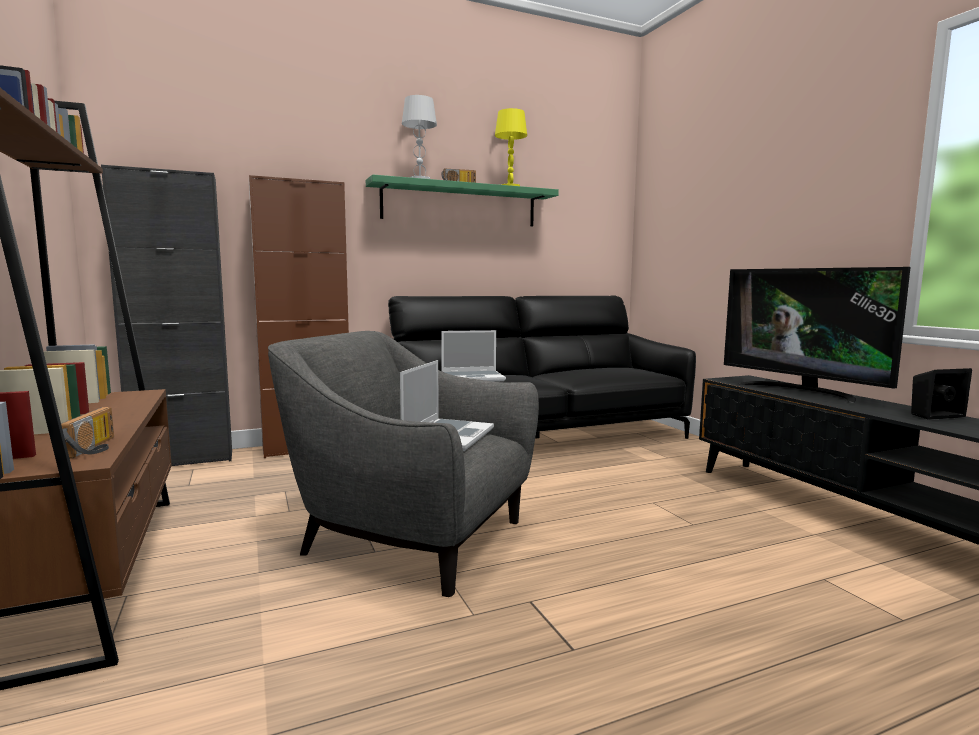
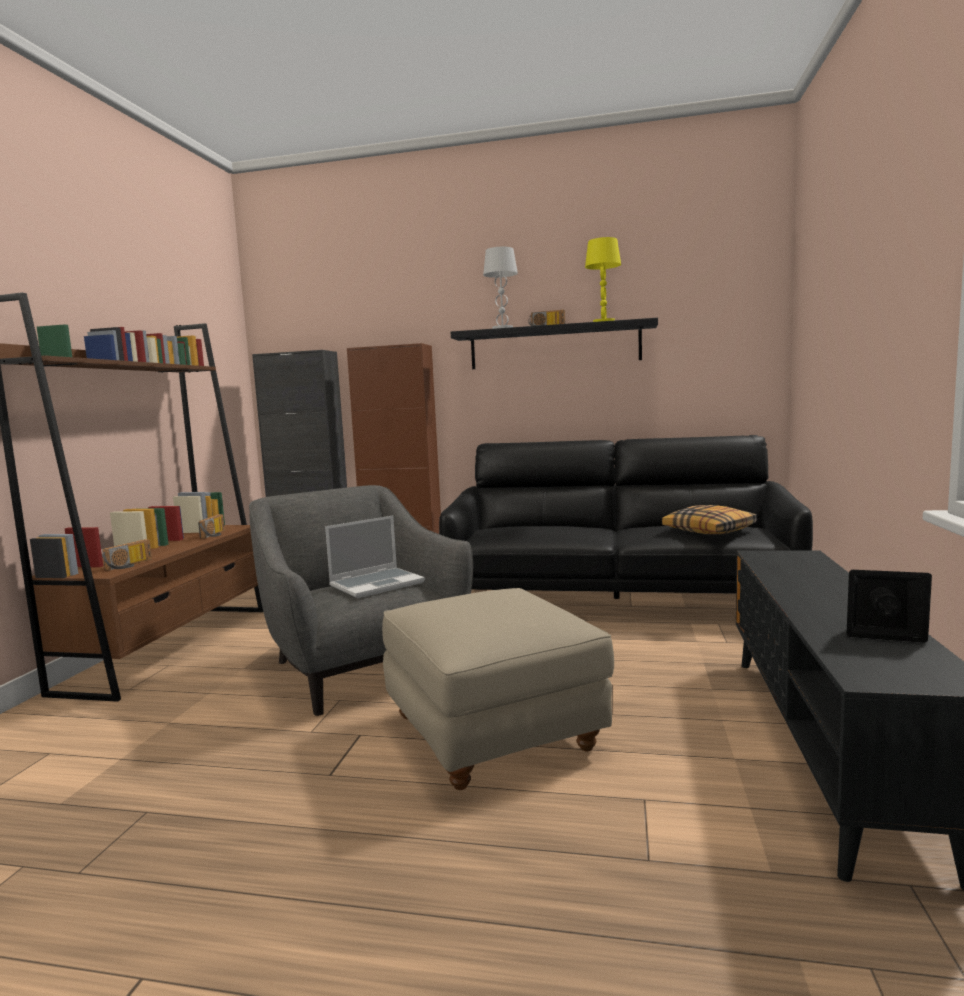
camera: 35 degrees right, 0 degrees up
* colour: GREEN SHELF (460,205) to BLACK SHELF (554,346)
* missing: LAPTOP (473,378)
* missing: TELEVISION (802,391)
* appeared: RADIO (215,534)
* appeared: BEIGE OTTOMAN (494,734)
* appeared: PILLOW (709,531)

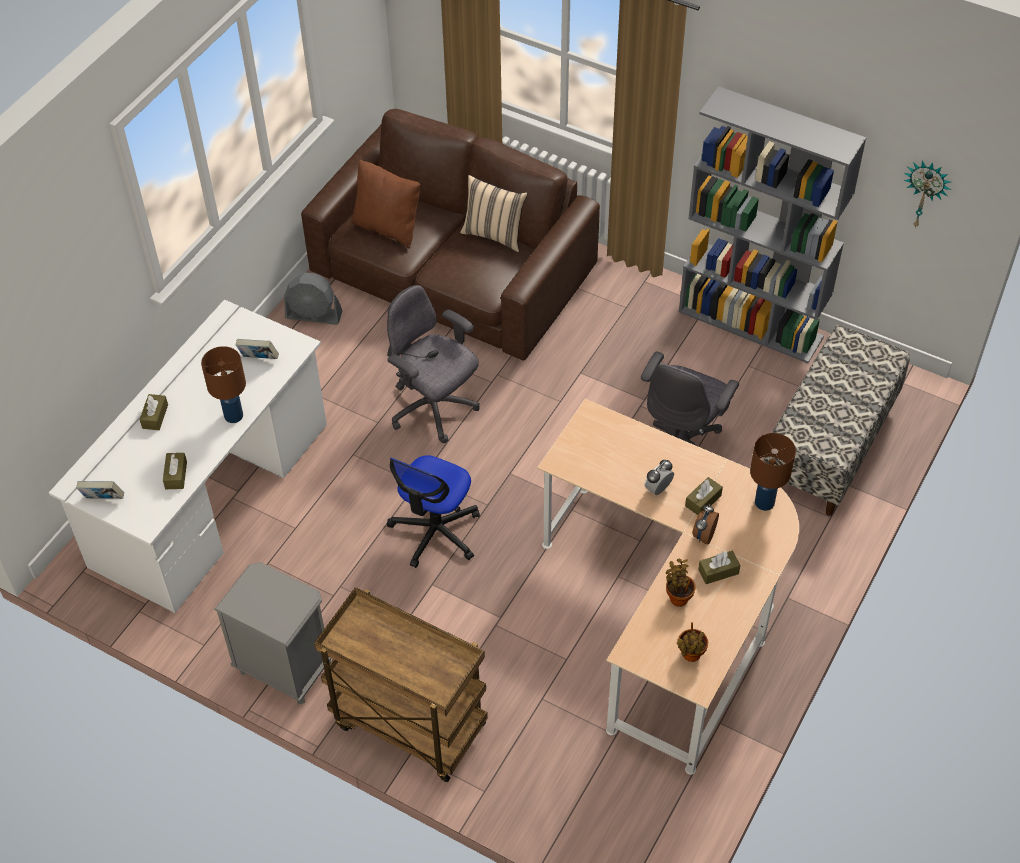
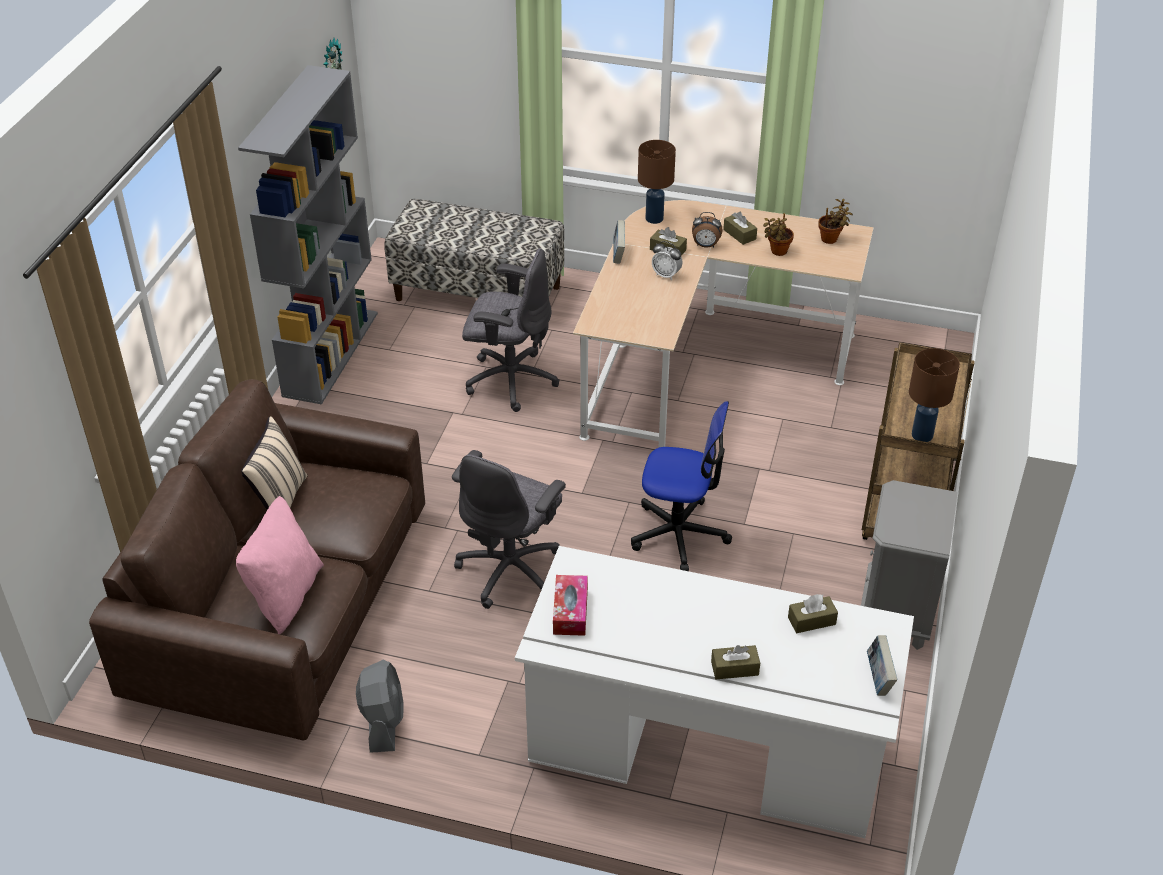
camera: 105 degrees left, 10 degrees down
* relocated: BROWN TABLE LAMP (234,415) to (921,435)
* relocated: BOOK (259,359) to (618,254)
* colour: BROWN PILLOW (388,227) to PINK PILLOW (285,595)
* appeared: TISSUE BOX (570,611)

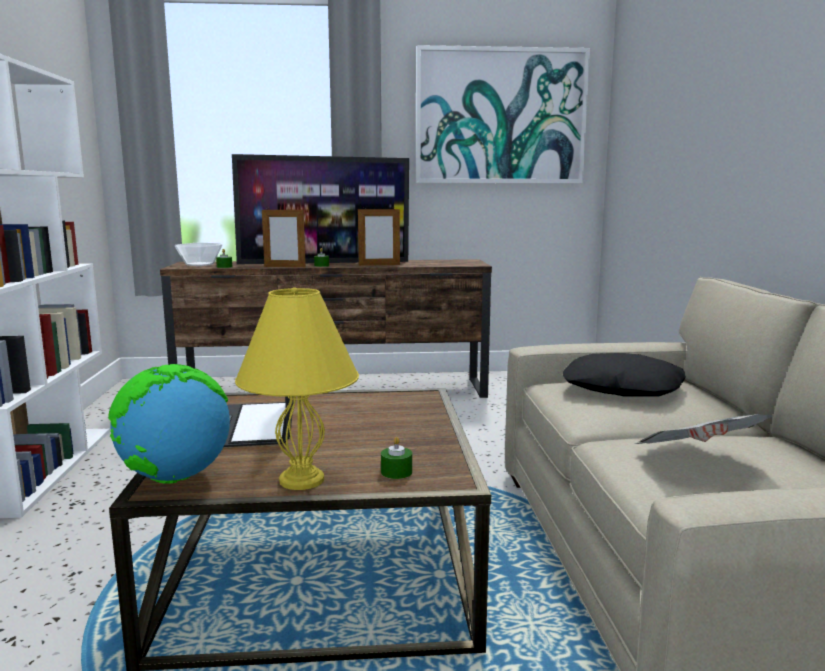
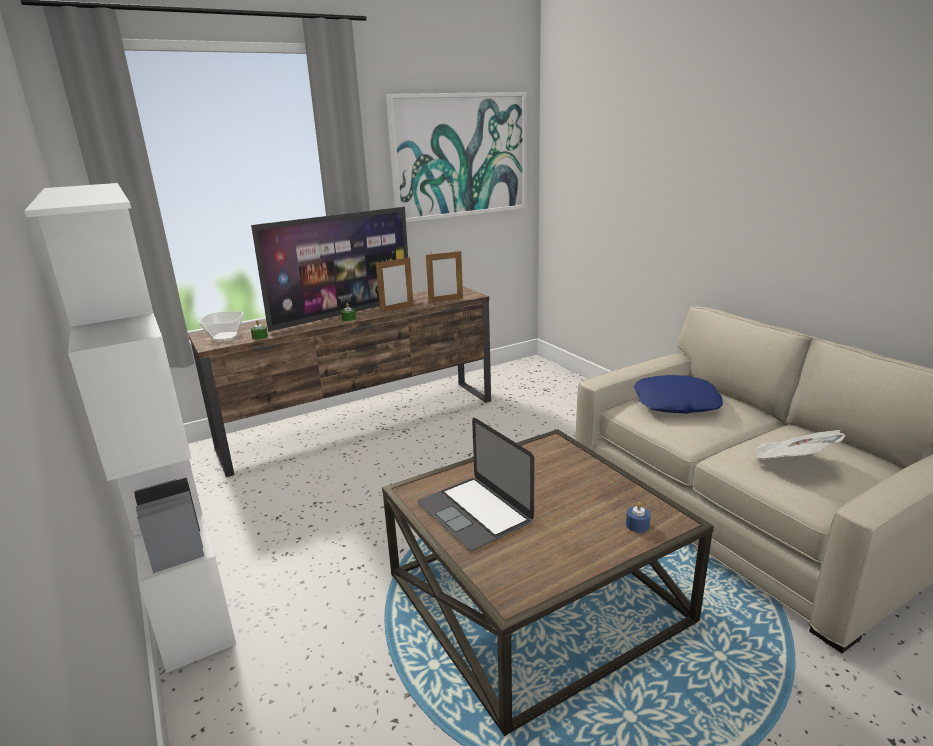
camera: 25 degrees left, 10 degrees up
* missing: GLOBE (174,478)
* missing: YELLOW TABLE LAMP (300,480)
* relocated: PICTURE FRAME (285,267) to (446,300)
* colour: GREEN CANDLE (396,472) to BLUE CANDLE (637,525)
* colour: BLACK PILLOW (622,388) to BLUE PILLOW (676,403)

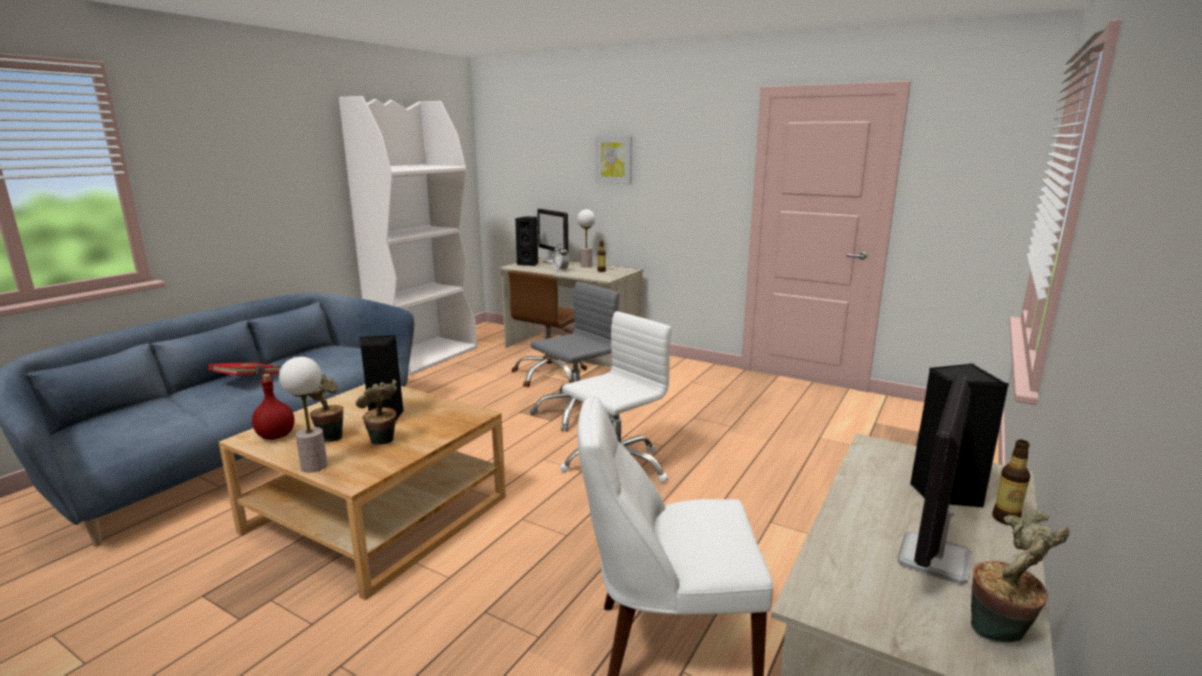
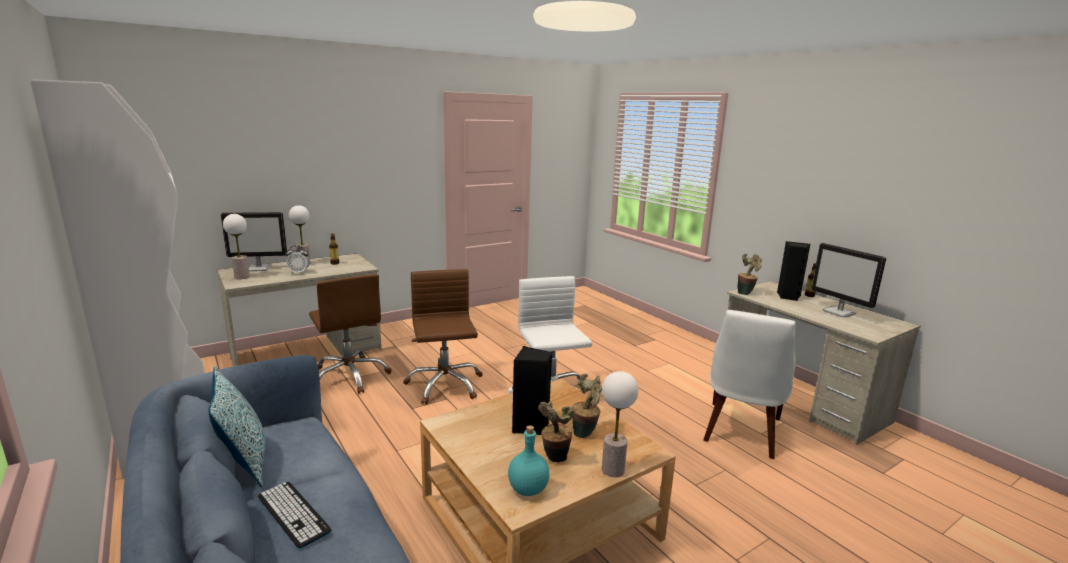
camera: 65 degrees left, 0 degrees up
* exchanged: RED BOOK (248,379) to KEYBOARD (293,514)
* colour: RED BOTTLE (277,436) to TURQUOISE BOTTLE (528,489)
* exchanged: BLACK SPEAKER (529,264) to TABLE LAMP (242,277)
* colour: GREY OFFICE CHAIR (576,412) to BROWN OFFICE CHAIR (444,385)
* missing: PICTURE (614,159)
* relocated: POTTED PLANT (1001,634) to (746,293)
* appeared: PILLOW (244,462)

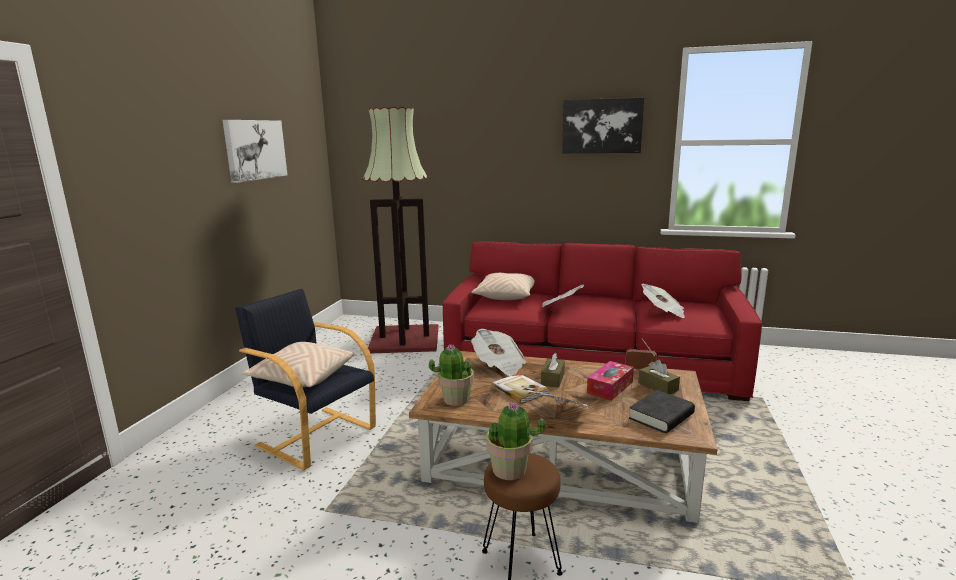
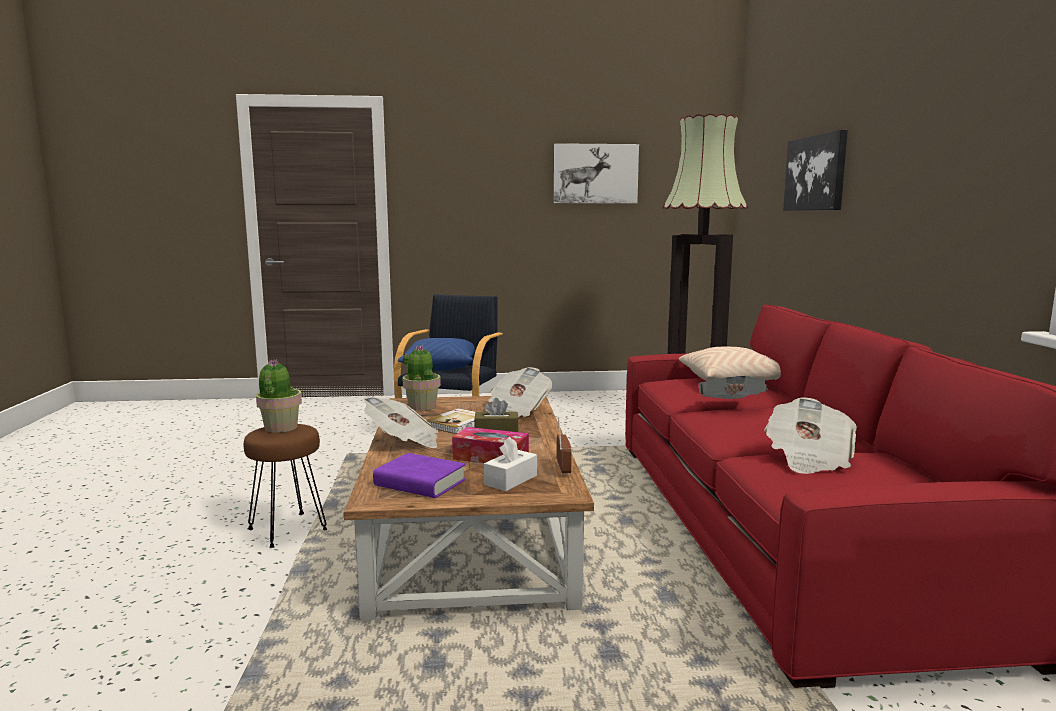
camera: 70 degrees right, 5 degrees down
* colour: BEIGE PILLOW (302,378) to BLUE PILLOW (440,366)
* relocated: PICTURE (602,126) to (815,173)
* colour: BLACK BOOK (661,416) to PURPLE BOOK (420,483)
* colour: BROWN TISSUE BOX (658,387) to WHITE TISSUE BOX (511,480)

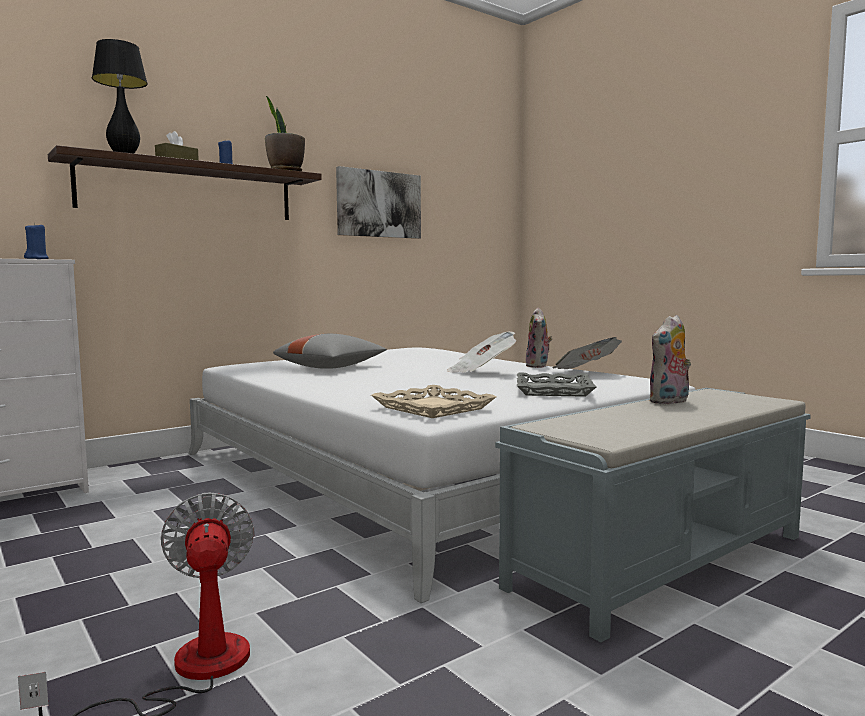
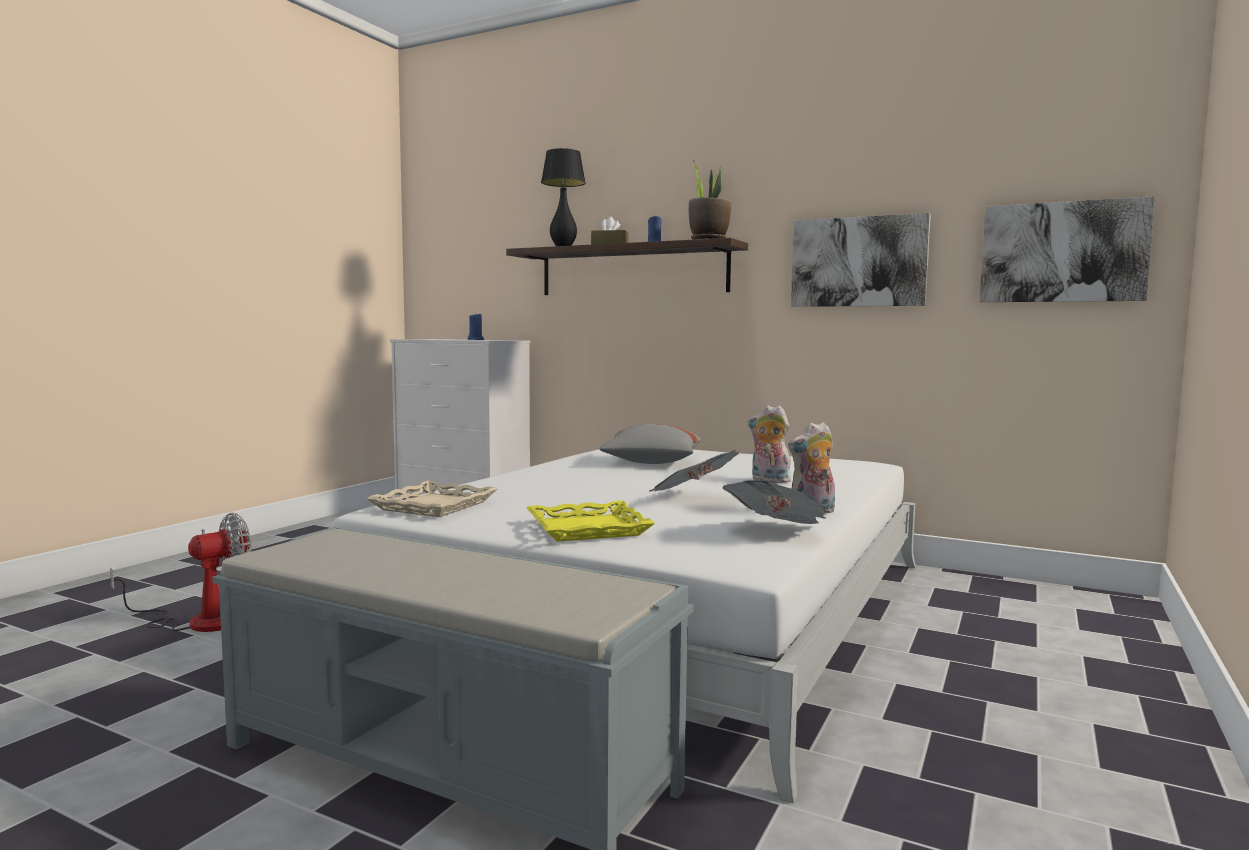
camera: 65 degrees right, 0 degrees up
* colour: GREY TRAY (553,390) to YELLOW TRAY (588,528)
* relocated: PLUSH TOY (669,402) to (768,480)
* appeared: PICTURE (1062,252)

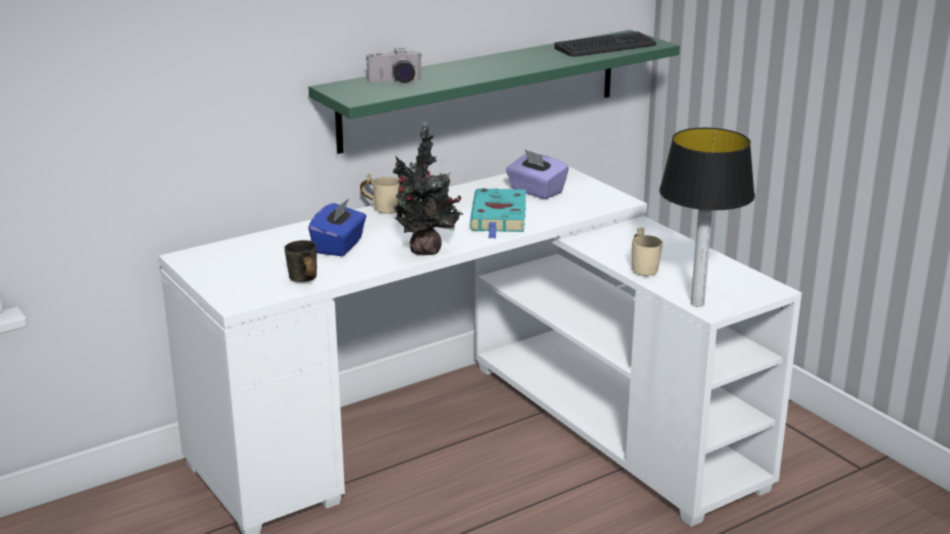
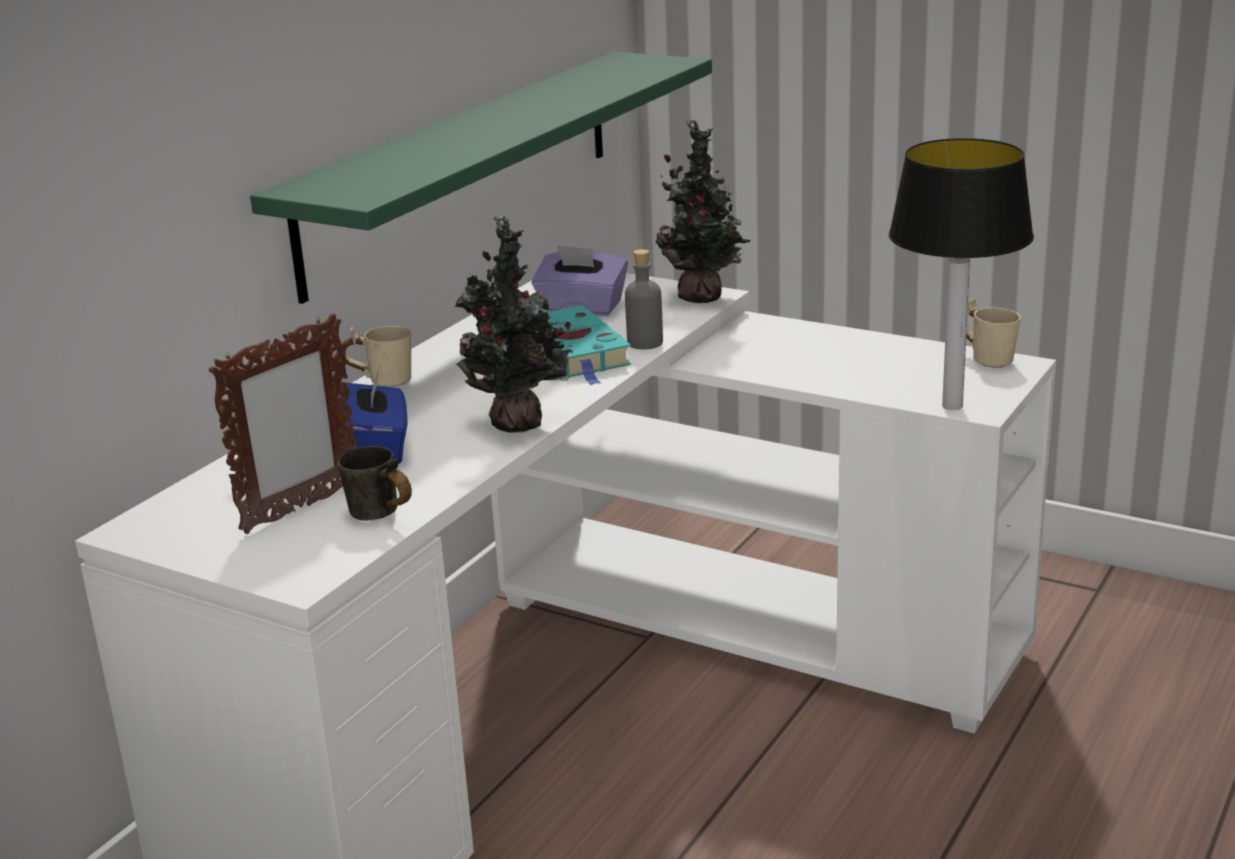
camera: 25 degrees left, 0 degrees up
* missing: PHOTO CAMERA (395,82)
* missing: KEYBOARD (606,46)
* relocated: BEIGE MUG (645,269) to (989,358)
* appeared: PICTURE FRAME (300,509)
* appeared: GREY BOTTLE (645,343)
* appeared: POTTED PLANT (704,298)

